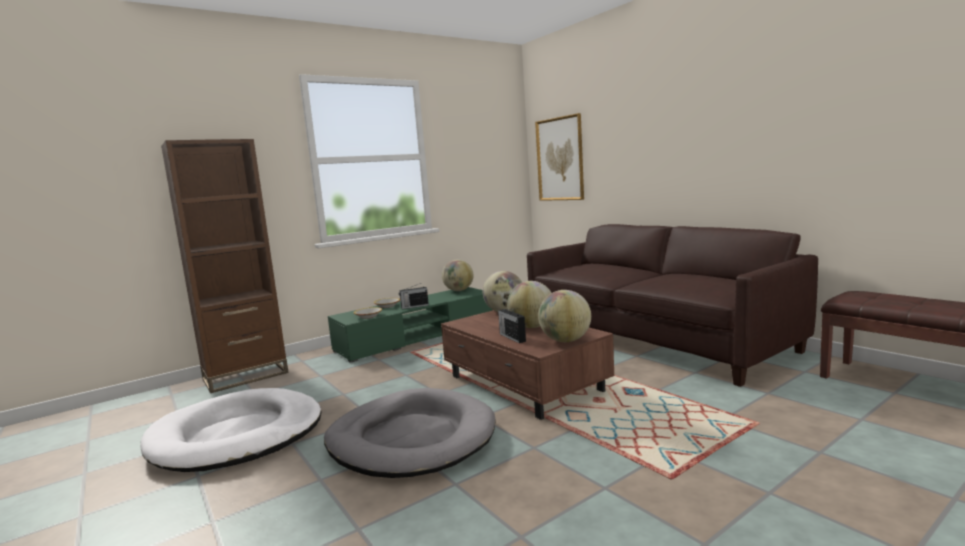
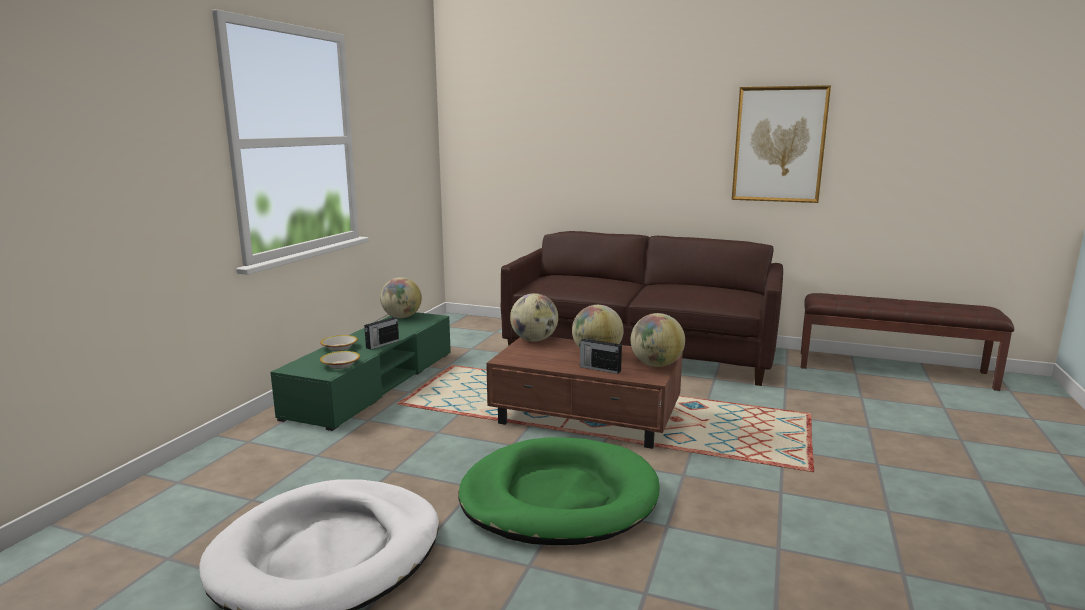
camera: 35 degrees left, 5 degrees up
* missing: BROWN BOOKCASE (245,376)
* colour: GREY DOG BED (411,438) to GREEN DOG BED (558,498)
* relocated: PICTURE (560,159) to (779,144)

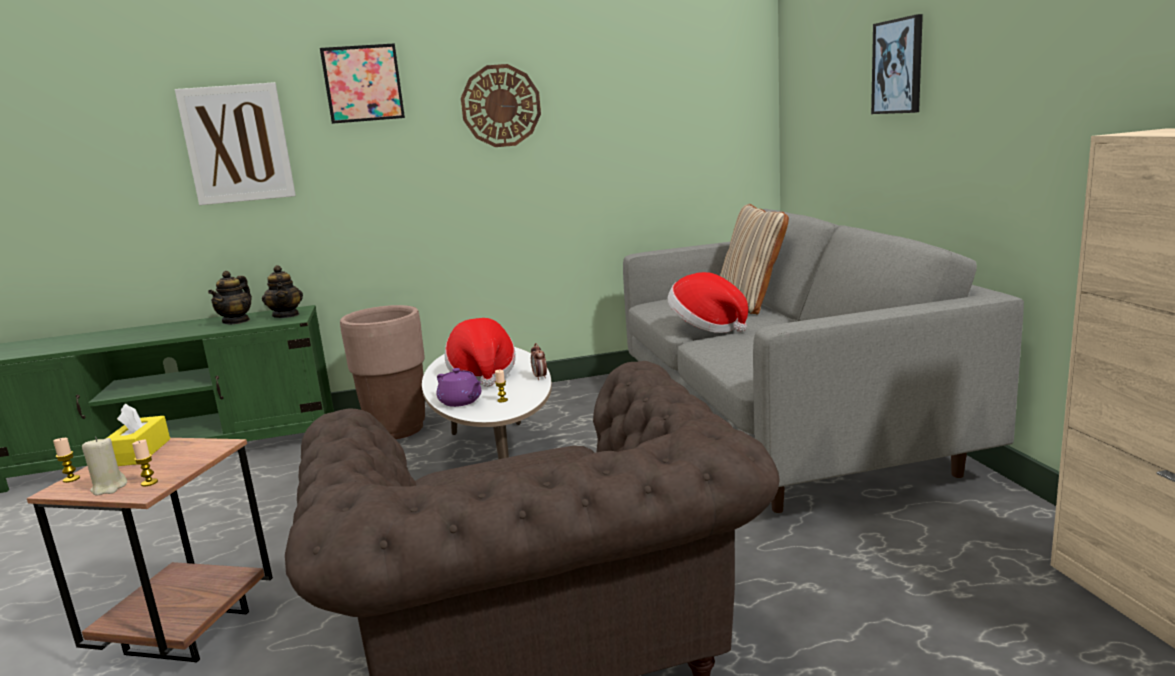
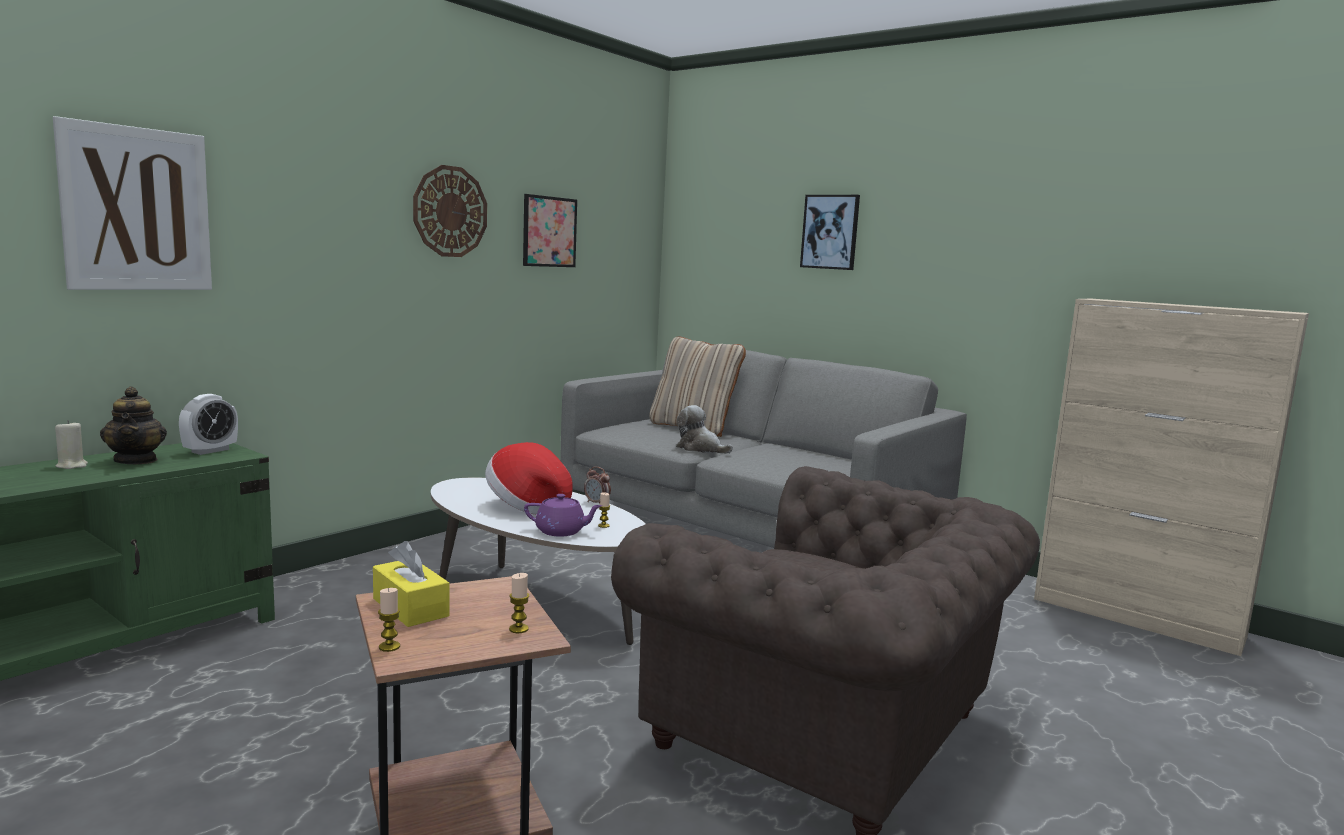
camera: 40 degrees left, 5 degrees down
* relocated: BEIGE CANDLE (109,488) to (72,466)
* exchanged: TEAPOT (286,315) to ALARM CLOCK (210,451)
* relocated: PICTURE (363,83) to (549,231)
* missing: BROWN PLANTER (397,430)
* exchanged: HAT (706,327) to PLUSH TOY (700,448)

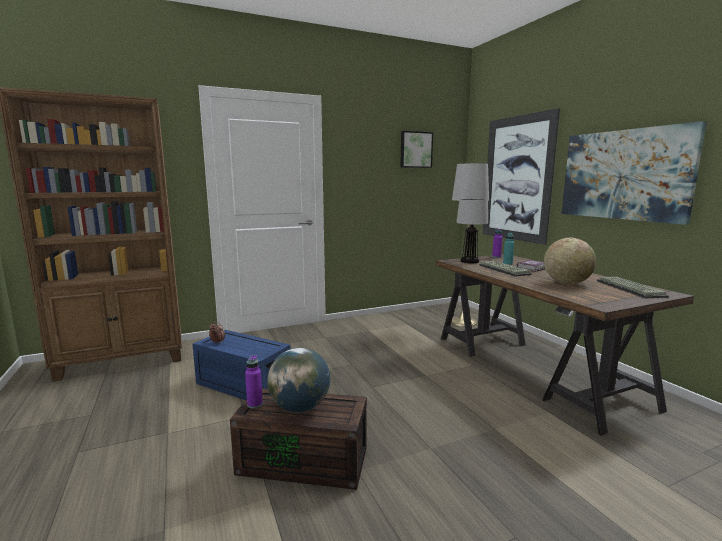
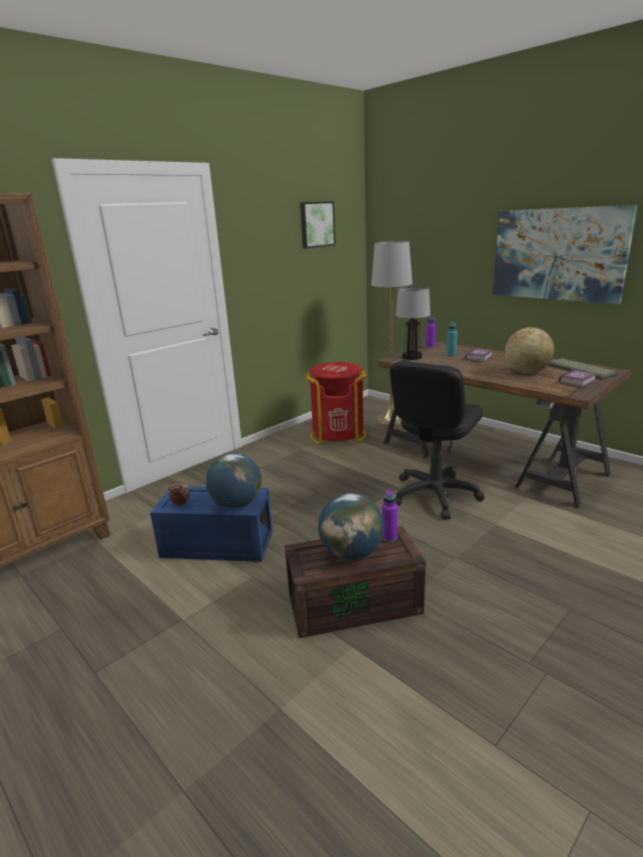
camera: 20 degrees left, 10 degrees up
* relocated: PURPLE BOTTLE (255,404) to (389,537)
* missing: KEYBOARD (505,269)
* missing: PICTURE (517,179)
* appeared: GLOBE (237,504)
* appeared: RED TRASH CAN (338,435)
* appeared: BLACK OFFICE CHAIR (434,495)
* appeared: BOOK (578,381)

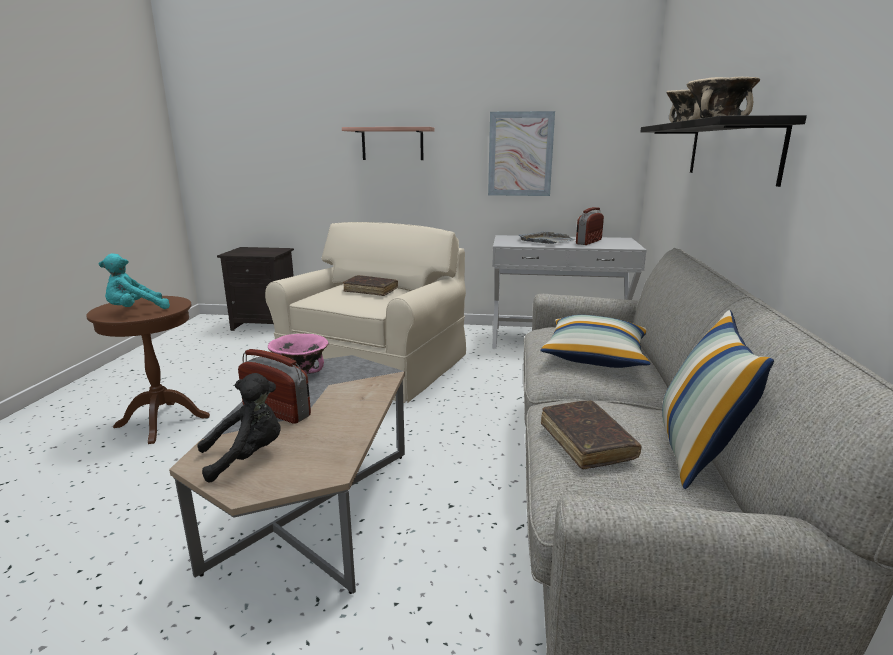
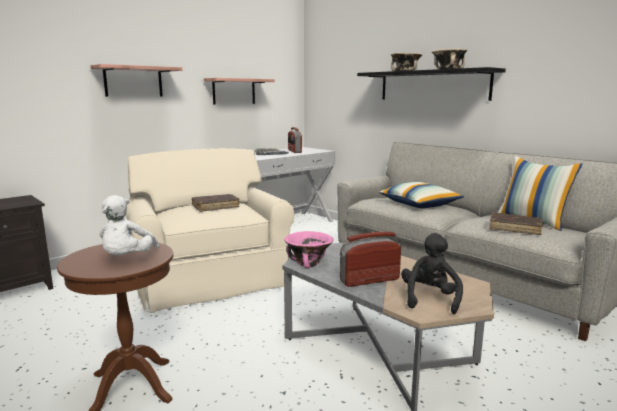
camera: 50 degrees left, 5 degrees down
* colour: TURQUOISE PLUSH TOY (136,311) to WHITE PLUSH TOY (127,259)
* exchanged: PICTURE (520,154) to SHELF (234,91)

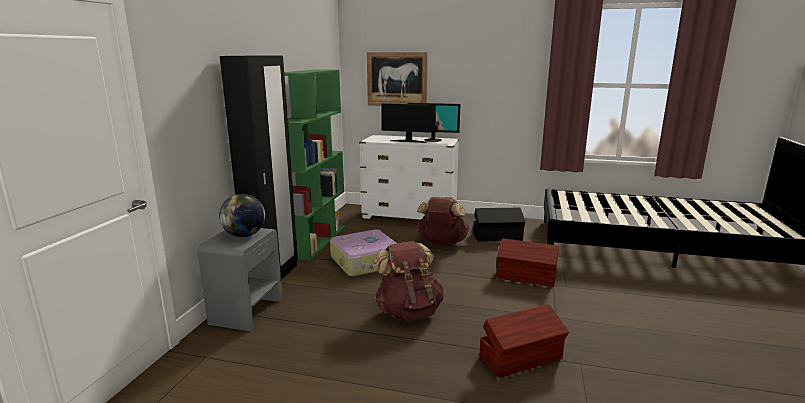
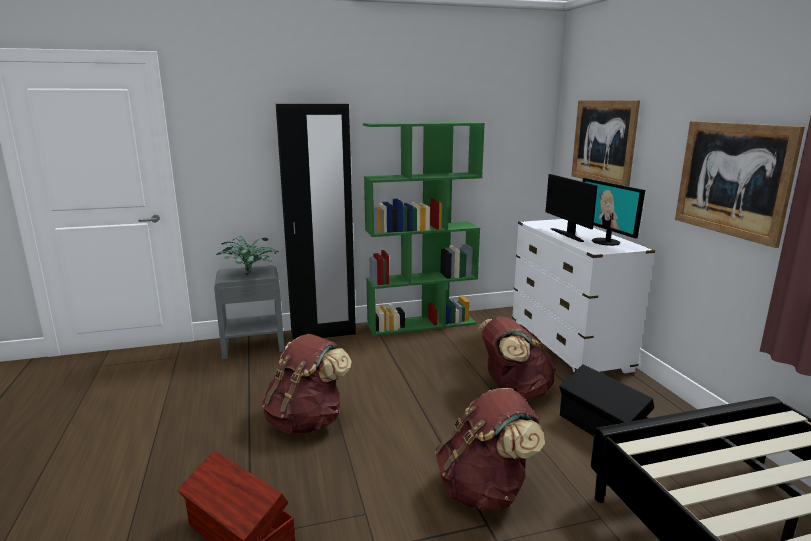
camera: 60 degrees right, 0 degrees up
* exchanged: GLOBE (244,235) to POTTED PLANT (250,274)
* missing: SUITCASE (366,262)
* exchanged: BROWN STORAGE BOX (526,277) to BROWN BACKPACK (485,490)
* appeared: PICTURE (732,179)

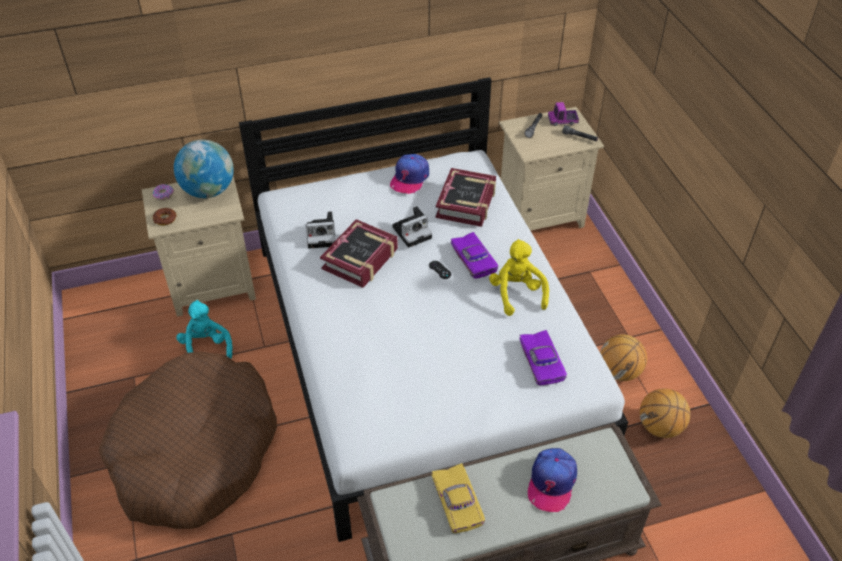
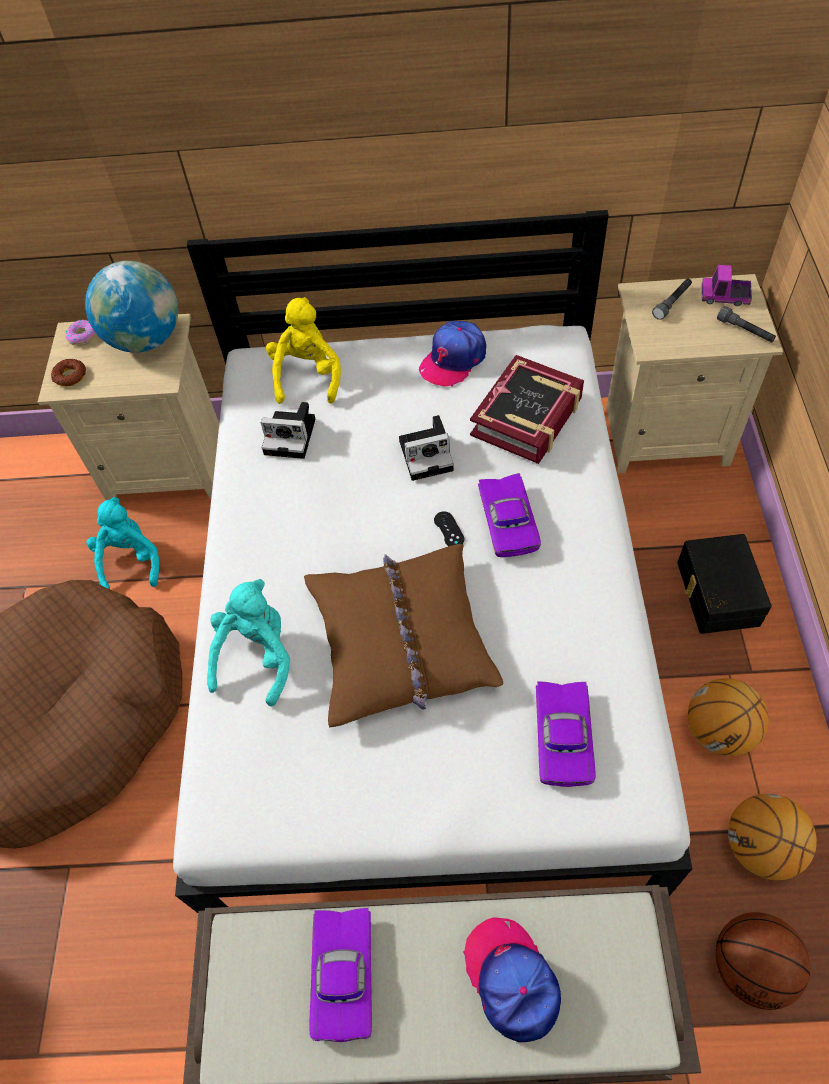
camera: 20 degrees right, 10 degrees up
* missing: BOOK (360,259)
* colour: YELLOW TOY CAR (459,502) to PURPLE TOY CAR (347,975)
* relocated: YELLOW PLUSH TOY (517,293) to (307,376)
* spun: CAP (551,482) = (512,980) 120 degrees clockwise
* appeared: TURQUOISE PLUSH TOY (257,656)
* appeared: BROWN PILLOW (401,641)
* appeared: BLACK STORAGE BOX (715,593)
* appeared: BASKETBALL (751,966)

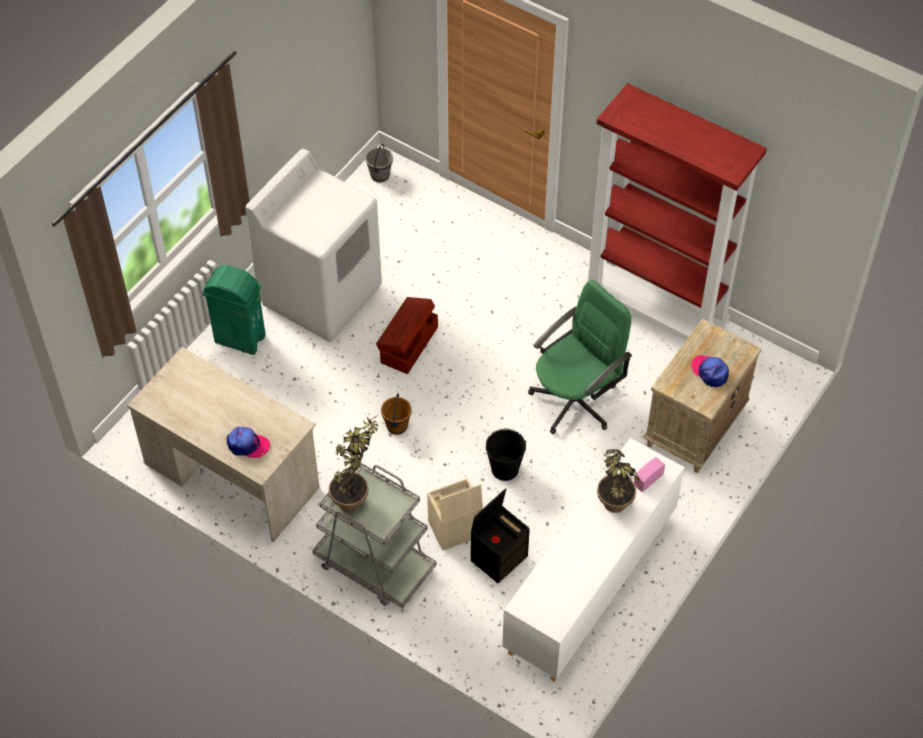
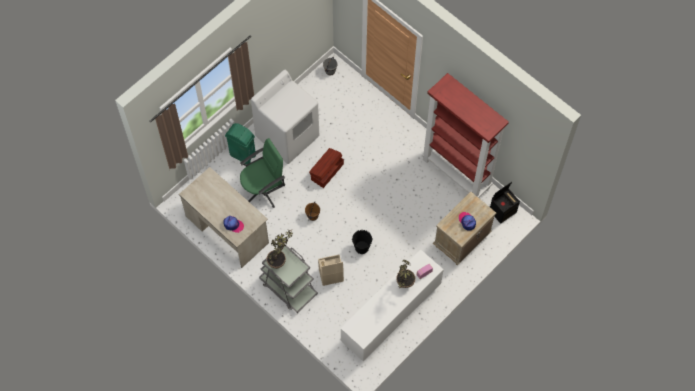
camera: 10 degrees right, 10 degrees up
* relocated: BLACK STORAGE BOX (499,557) to (503,210)
* relocated: GREEN OFFICE CHAIR (575,400) to (263,190)

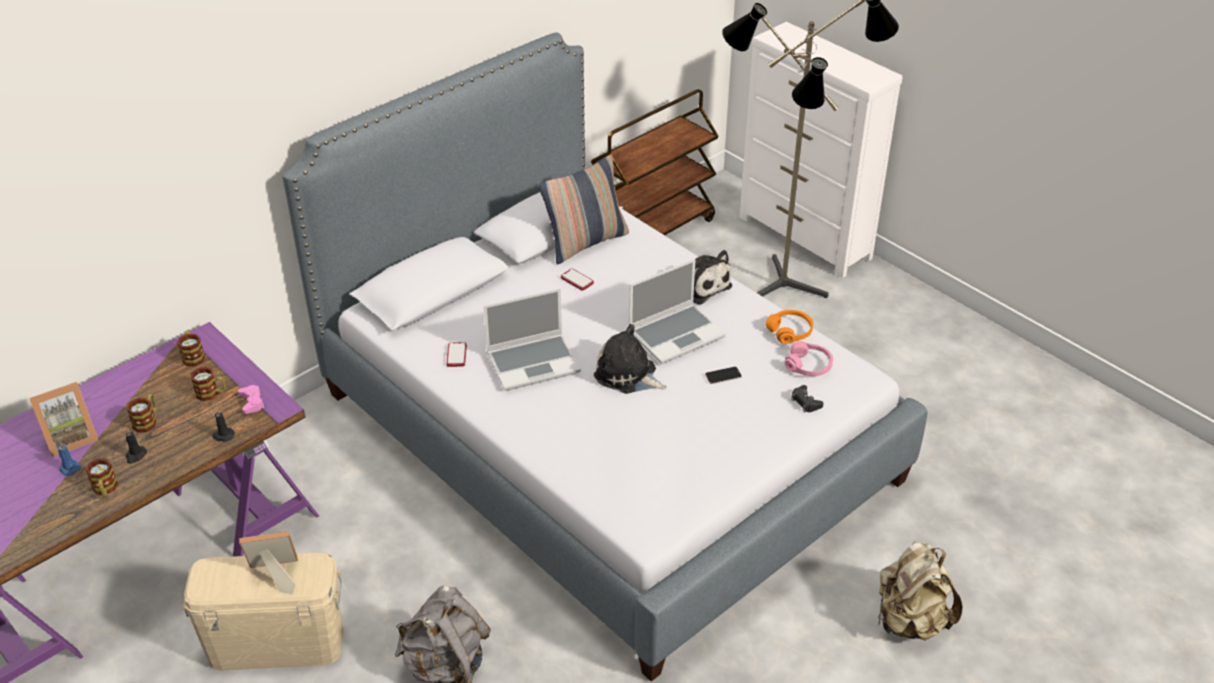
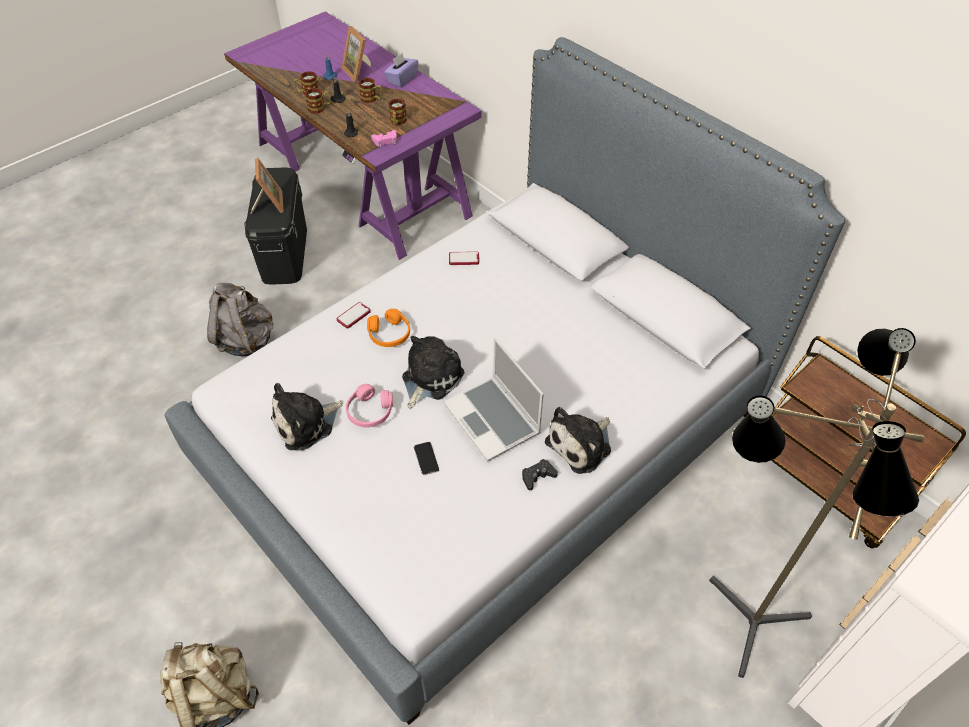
camera: 90 degrees right, 10 degrees up
* relocated: MUG (193,356) to (320,108)
* colour: BEIGE STORAGE BOX (276,644) to BLACK STORAGE BOX (284,252)
* missing: LAPTOP (534,362)
* missing: PILLOW (585,242)
* relocated: PHONE (577,280) to (353,316)
* relocated: ORANGE HEADPHONES (790,331) to (389,334)
* relocated: PINK HEADPHONES (808,365) to (370,411)
* relocated: BLACK GAME CONTROLLER (805,402) to (537,476)
* appeared: PLUSH TOY (306,423)
* appeared: PURPLE TISSUE BOX (402,79)

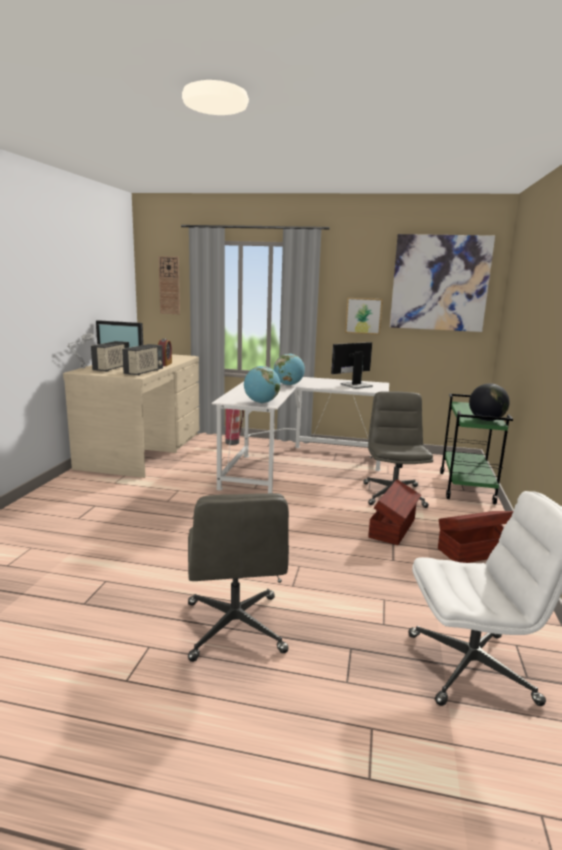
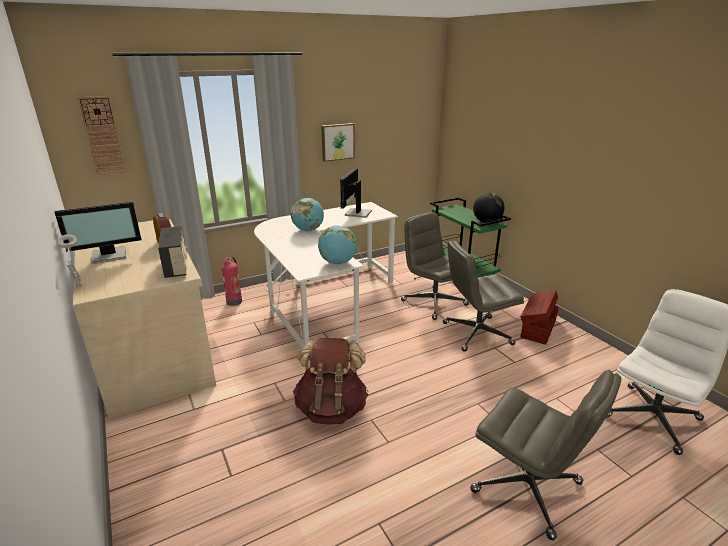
camera: 40 degrees left, 10 degrees up
* missing: RADIO (112,368)
* exchanged: BROWN STORAGE BOX (393,528) to GREY OFFICE CHAIR (476,334)
* missing: PICTURE (439,283)
* appeared: BROWN BACKPACK (332,408)

